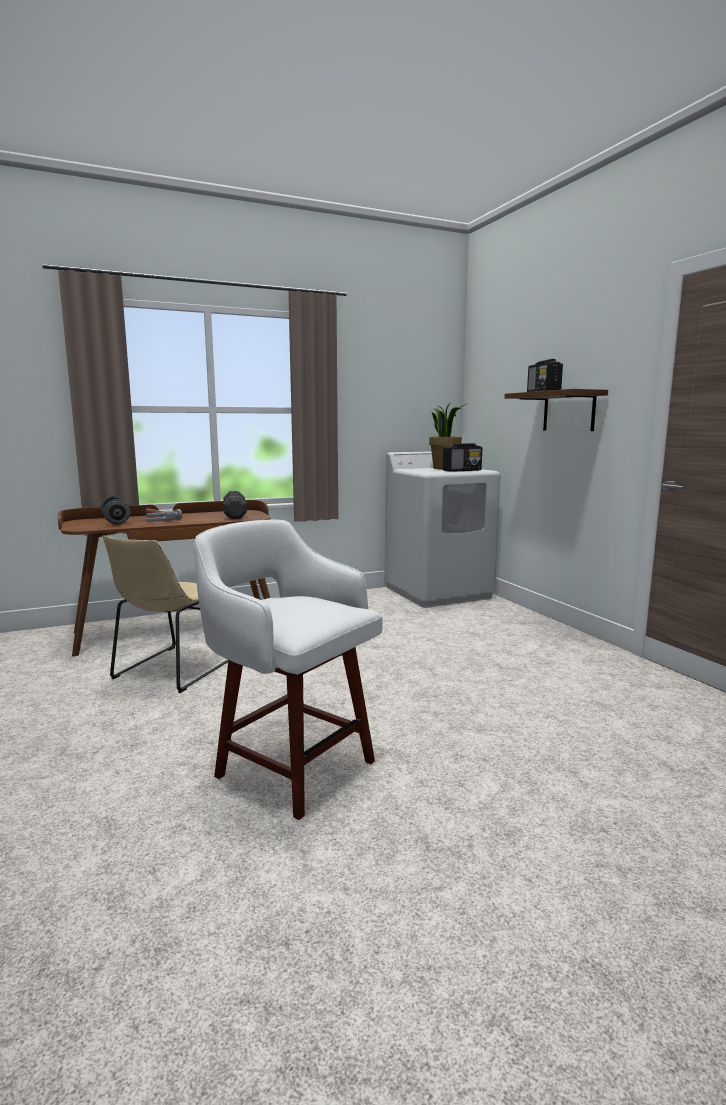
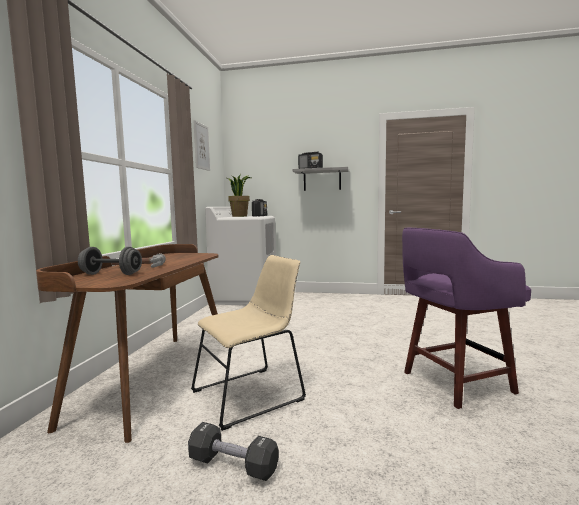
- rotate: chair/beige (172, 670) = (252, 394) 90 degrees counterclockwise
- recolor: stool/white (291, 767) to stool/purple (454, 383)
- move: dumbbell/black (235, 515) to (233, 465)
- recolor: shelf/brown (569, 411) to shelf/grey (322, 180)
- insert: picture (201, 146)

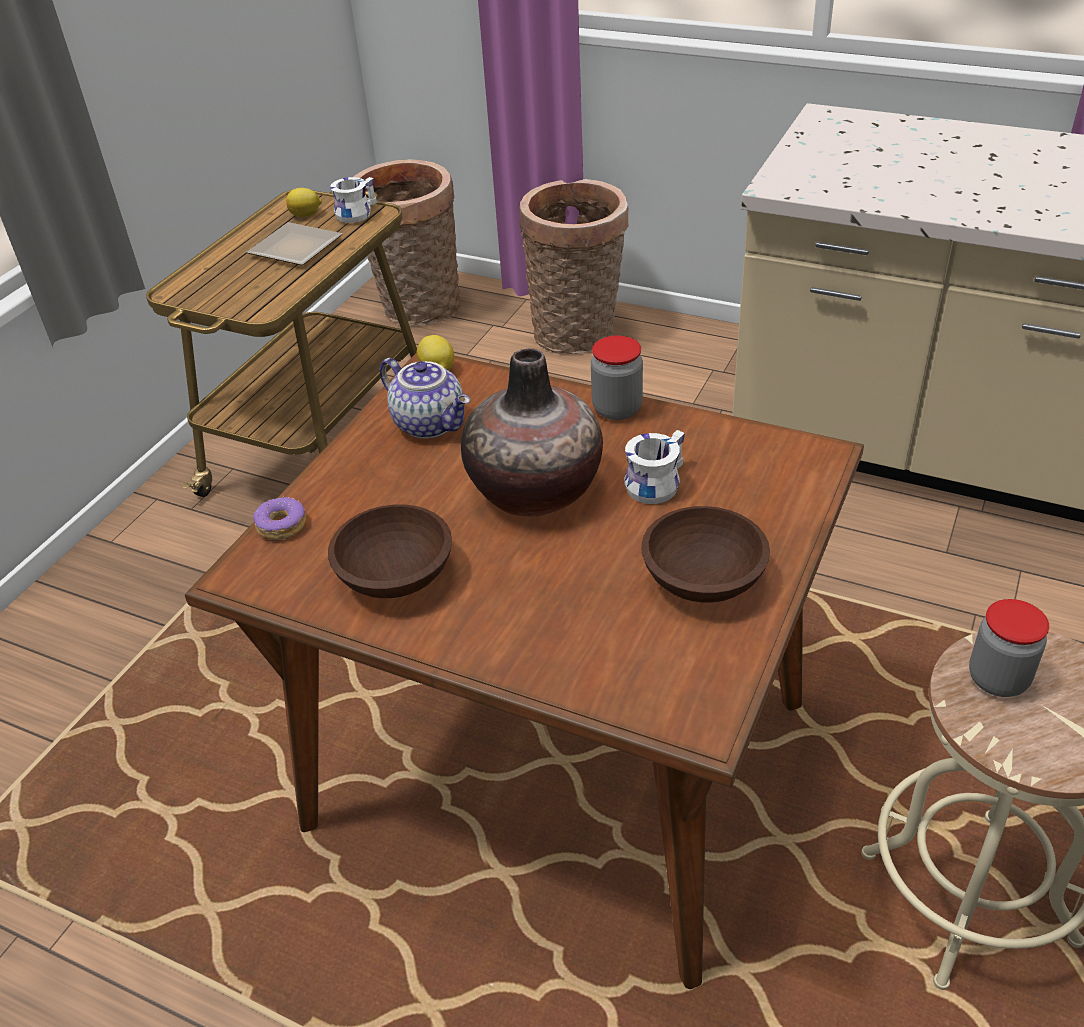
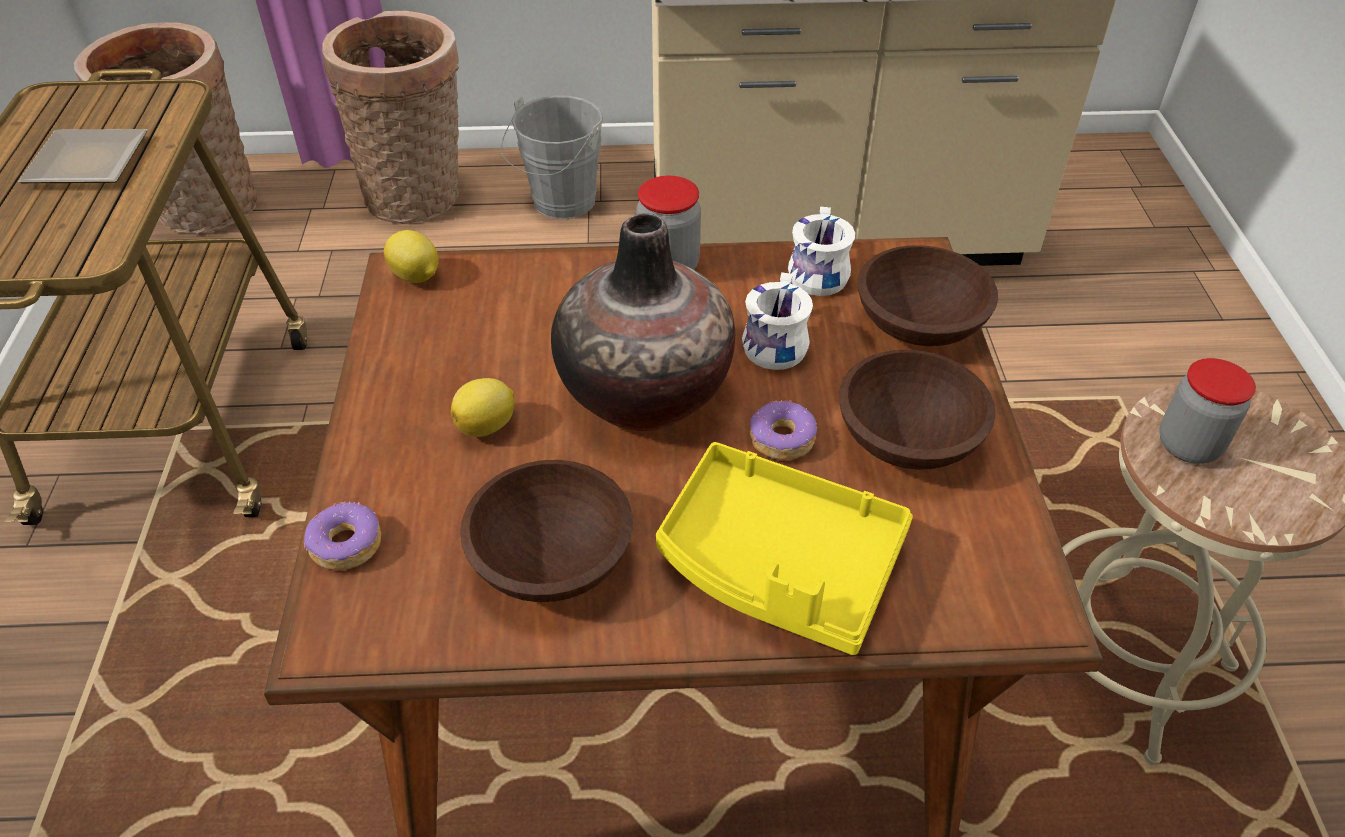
- move: lemon (306, 215) to (488, 426)
- move: mug/white (355, 212) to (814, 271)
- delete: teapot (431, 423)
- insert: bucket/grey (560, 204)
- insert: tray/yellow (778, 564)
- insert: donut (781, 439)
- insert: bowl/brown (921, 325)

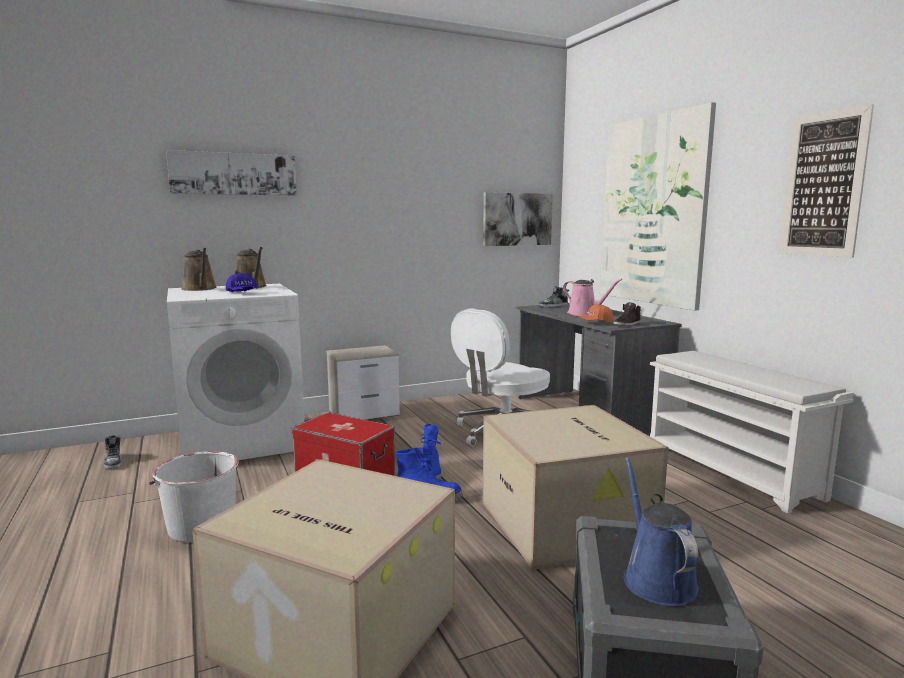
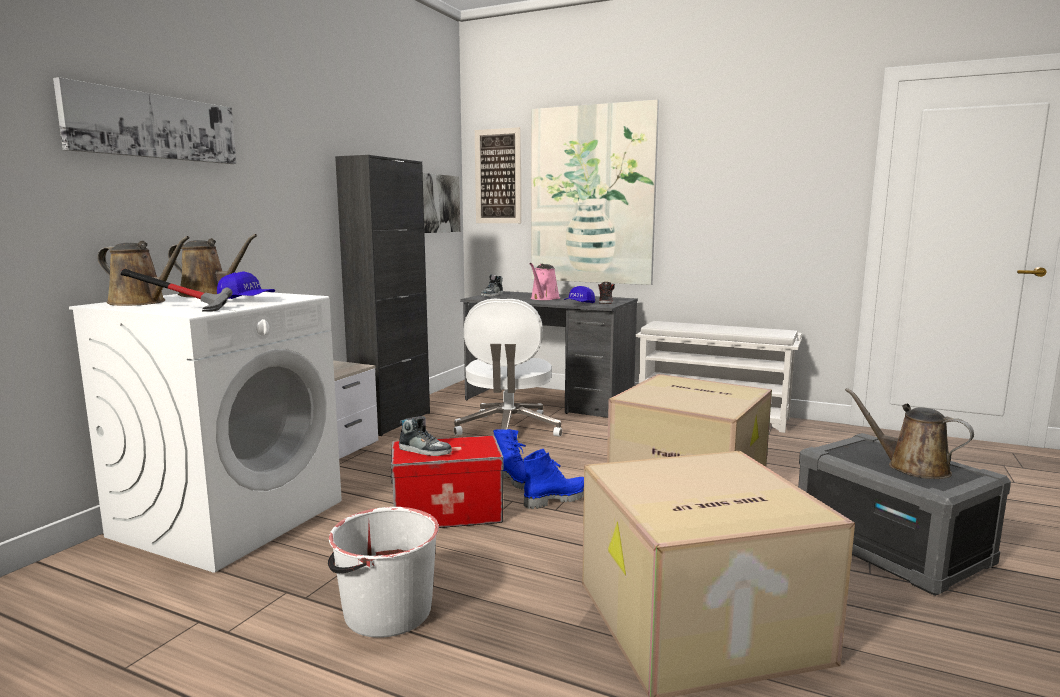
- move: shoe (113, 462) to (424, 451)
- rotate: watering can/pink (585, 314) = (544, 299) 105 degrees clockwise
- recolor: cap/orange (594, 323) to cap/blue (579, 304)
- recolor: watering can/blue (656, 579) to watering can/brown (911, 467)
- move: picture (823, 185) to (498, 176)
- insert: hammer (185, 309)
- insert: cabinet/black (392, 421)

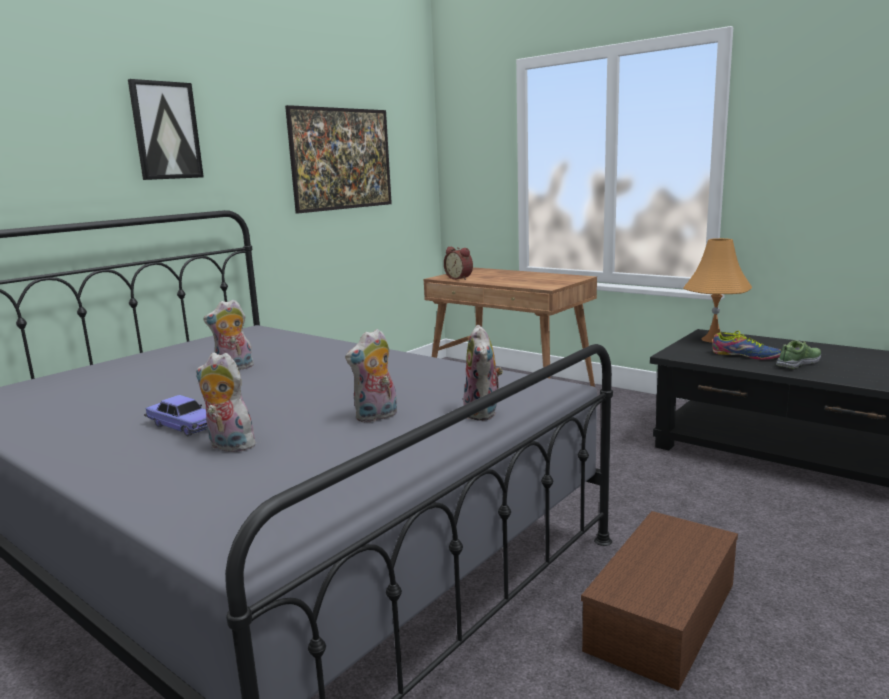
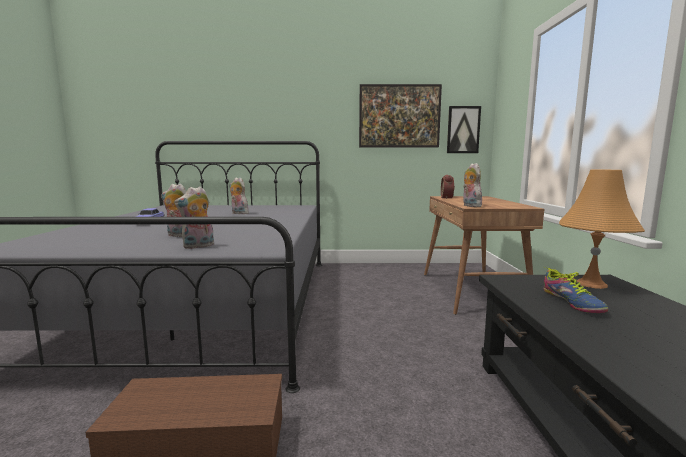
- move: picture (166, 131) to (463, 130)
- move: plush toy (228, 446) to (470, 206)
- delete: shoe (799, 363)

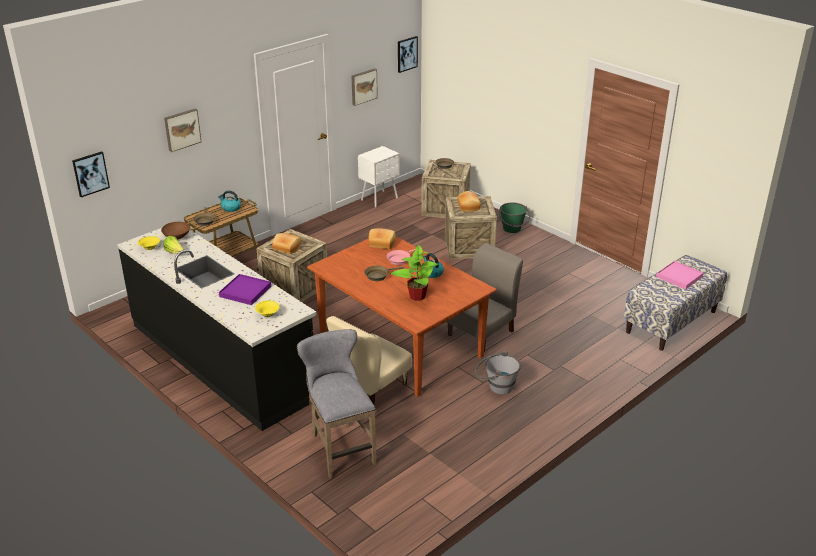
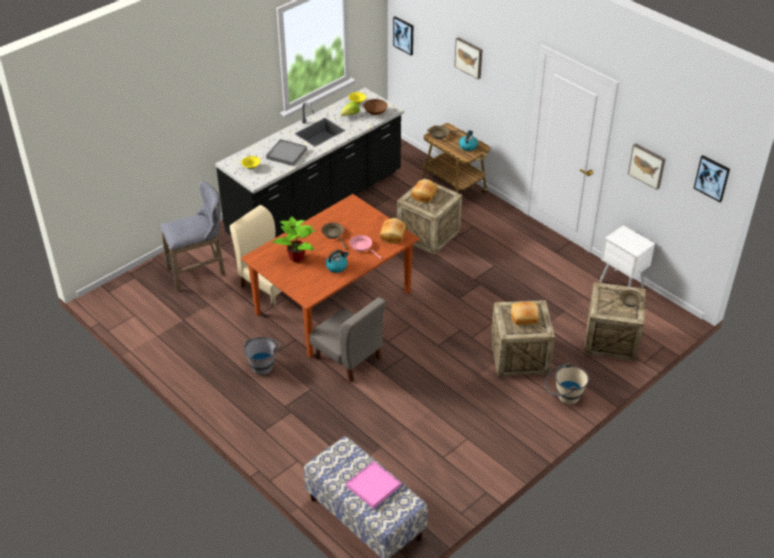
- recolor: tray/purple (245, 291) to tray/grey (286, 154)
- recolor: bucket/green (512, 230) to bucket/beige (564, 396)

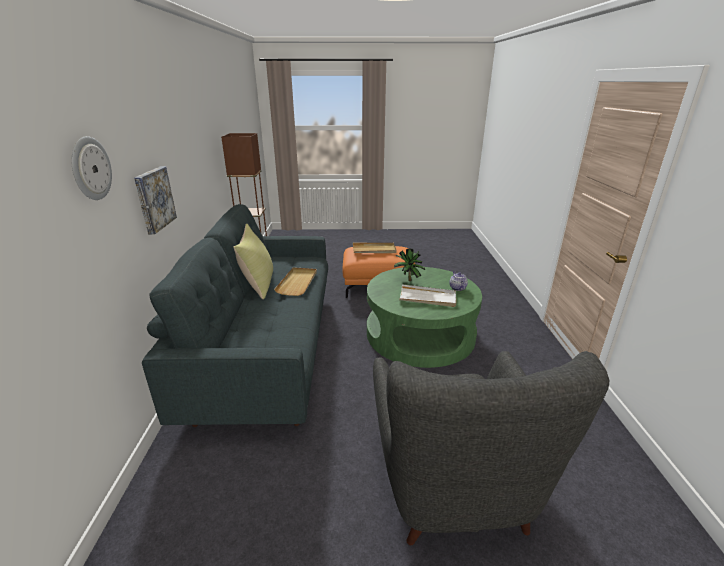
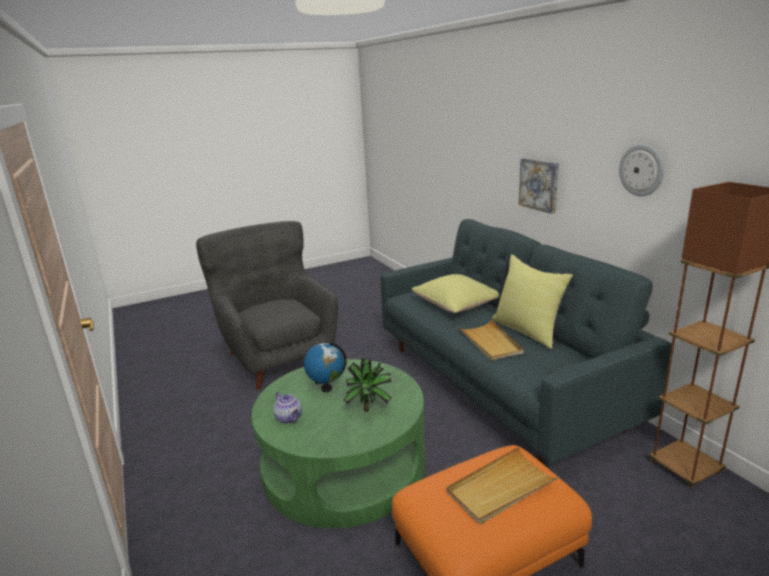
- move: wall clock (90, 168) to (642, 170)
- replace: tray/white (427, 298) to globe (326, 388)
- insert: pillow/yellow (458, 306)

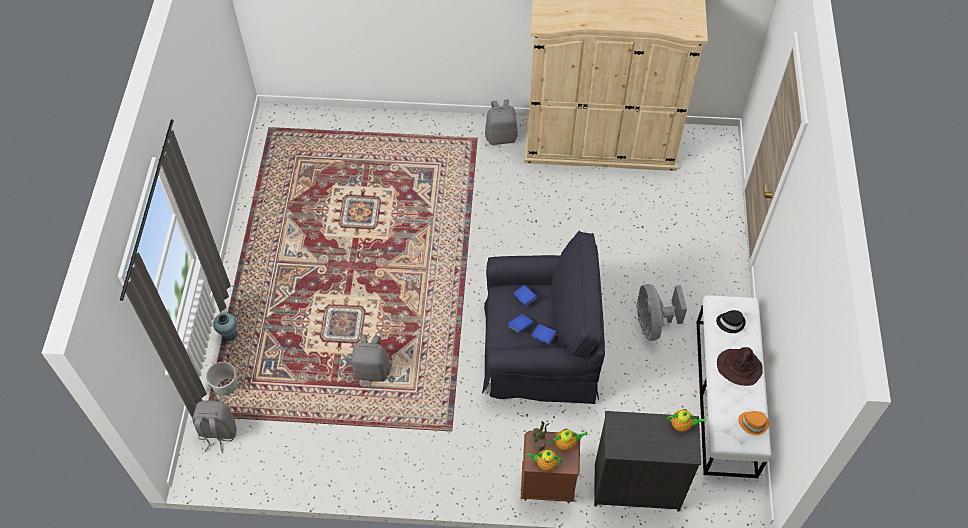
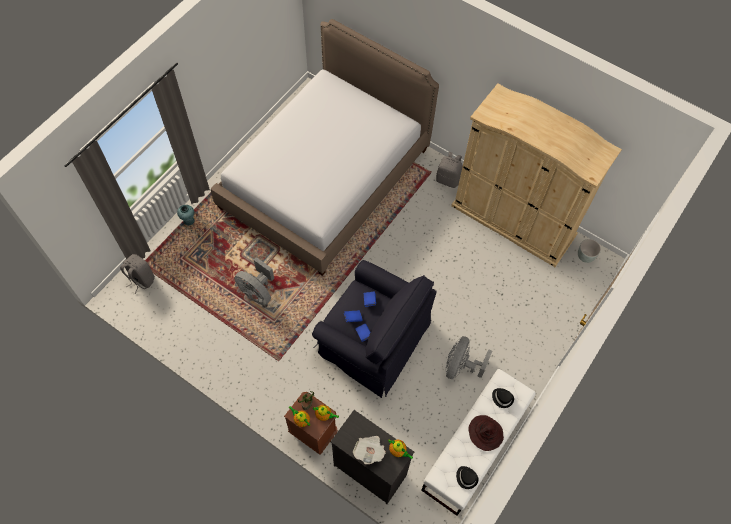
- move: planter/grey (226, 385) to (585, 256)
- replace: backpack/grey (372, 370) to fan/grey (257, 292)
- recolor: hat/orange (753, 423) to hat/black (466, 477)
- insert: bed (325, 178)
- insert: newspaper (369, 451)

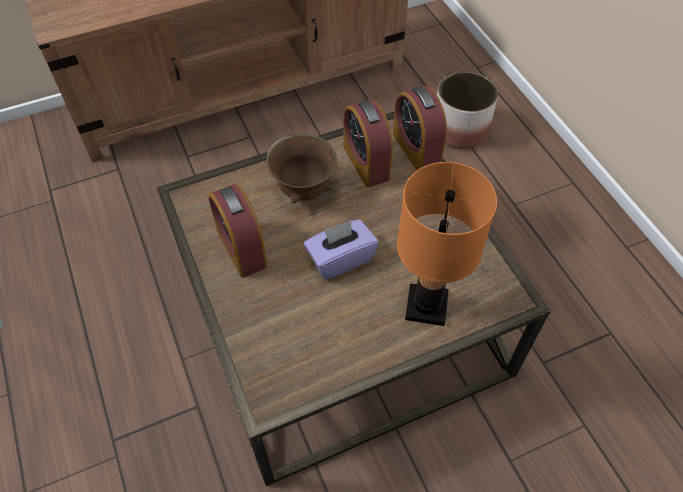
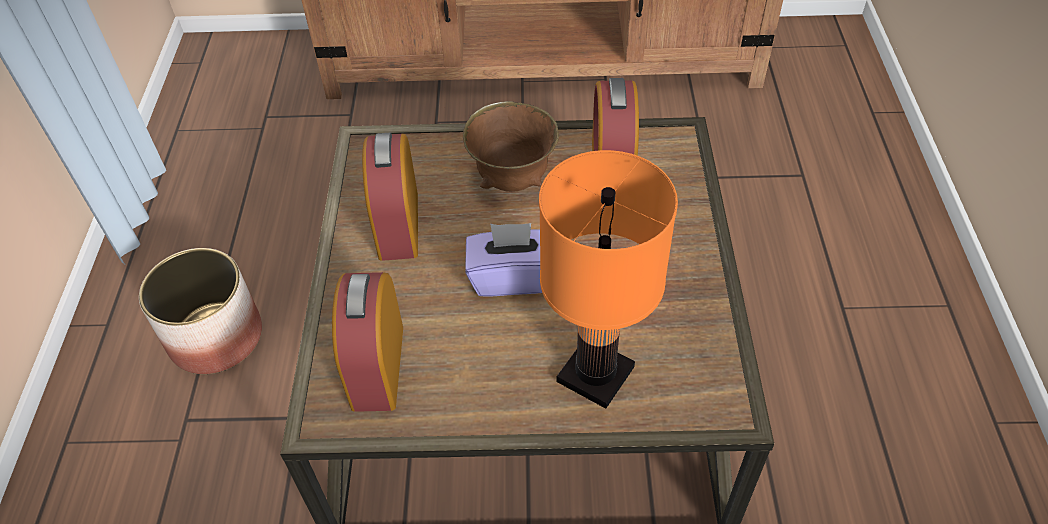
- move: alarm clock (416, 149) to (377, 366)
- move: planter (459, 129) to (217, 336)

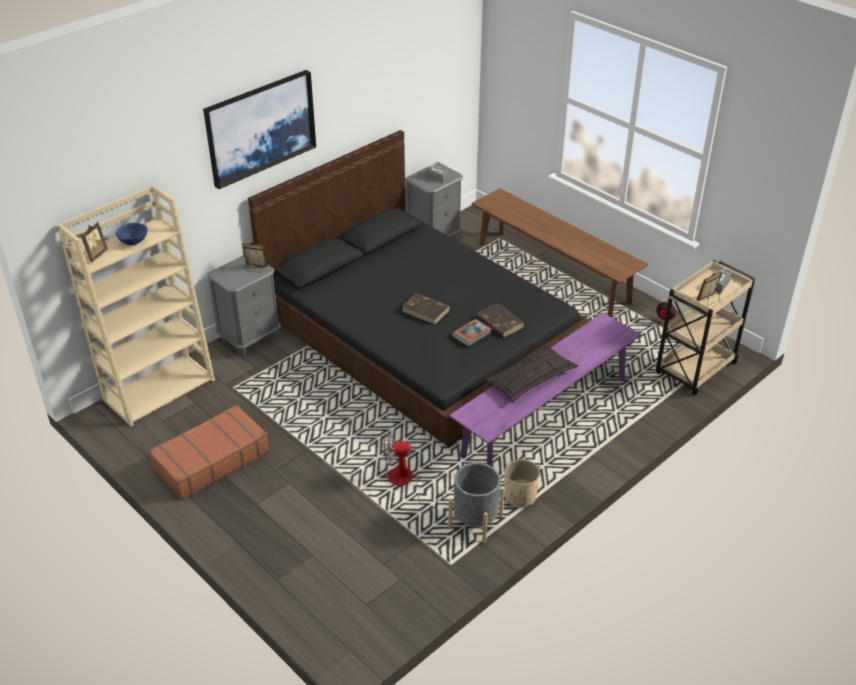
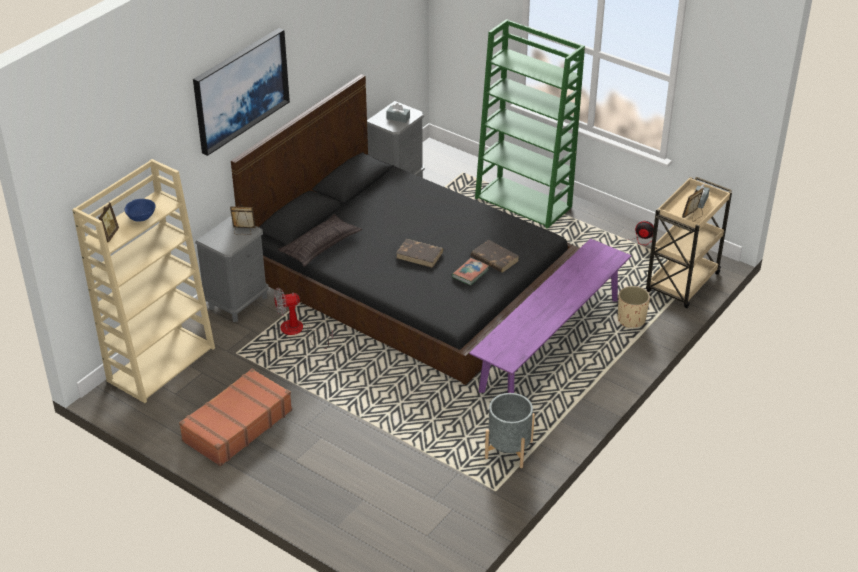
- move: fan (407, 482) to (298, 332)
- replace: bench/brown (552, 272) to bookcase/green (524, 202)
- move: pillow (530, 378) to (320, 245)
- move: planter/beige (520, 496) to (631, 320)

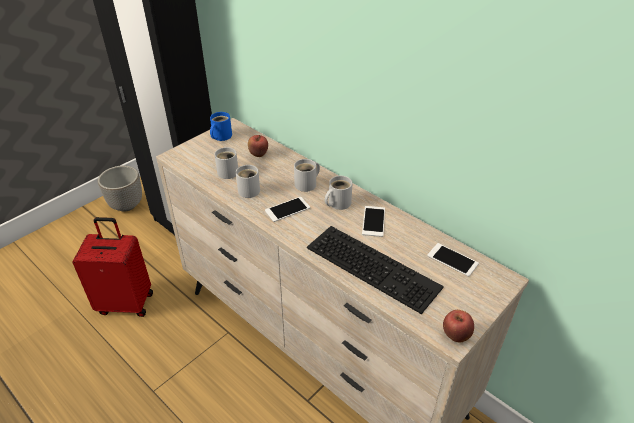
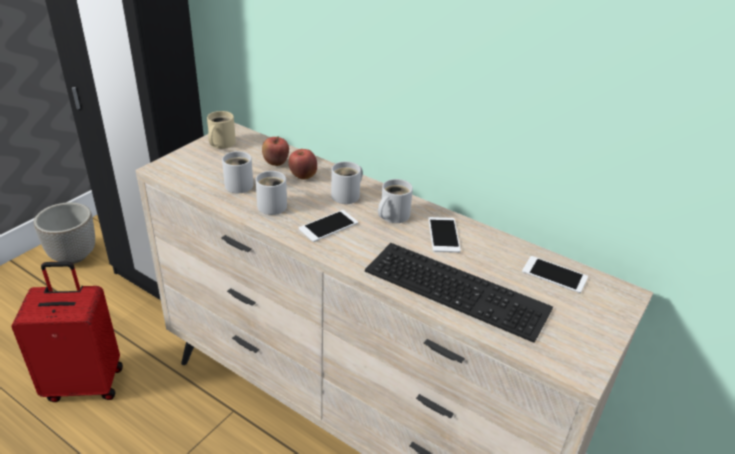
- recolor: mug/blue (220, 136) to mug/beige (220, 143)
- move: apple (455, 335) to (303, 176)

